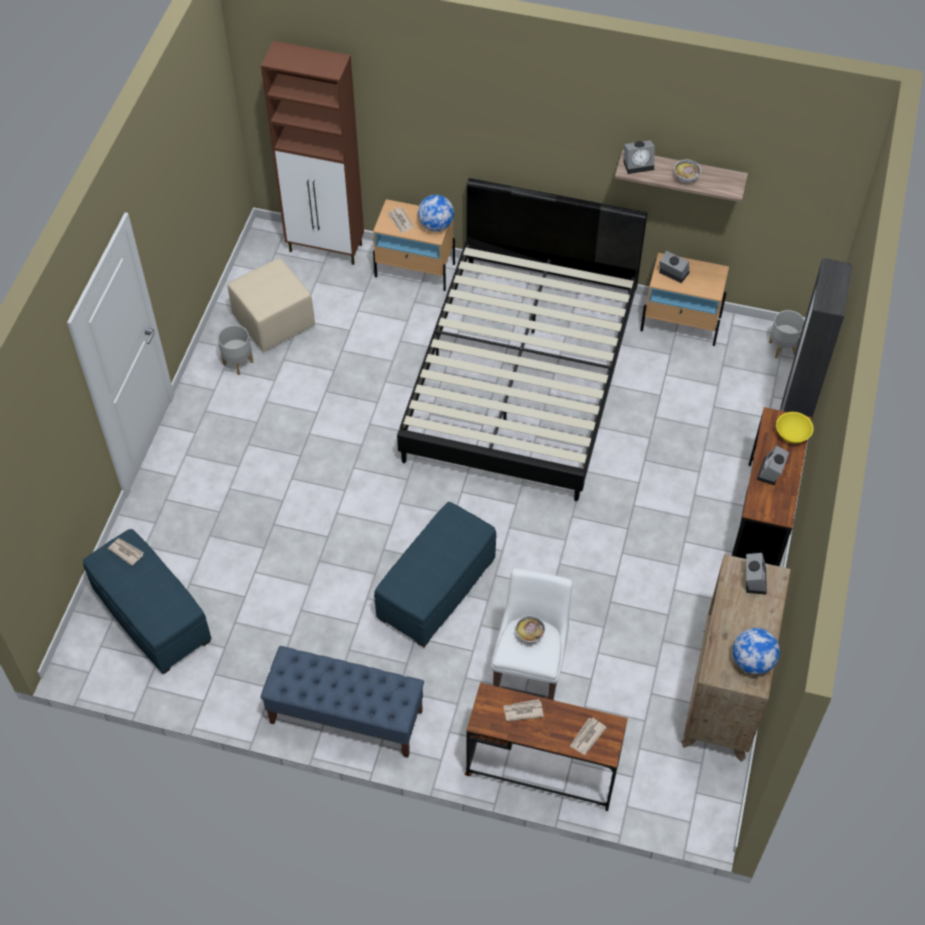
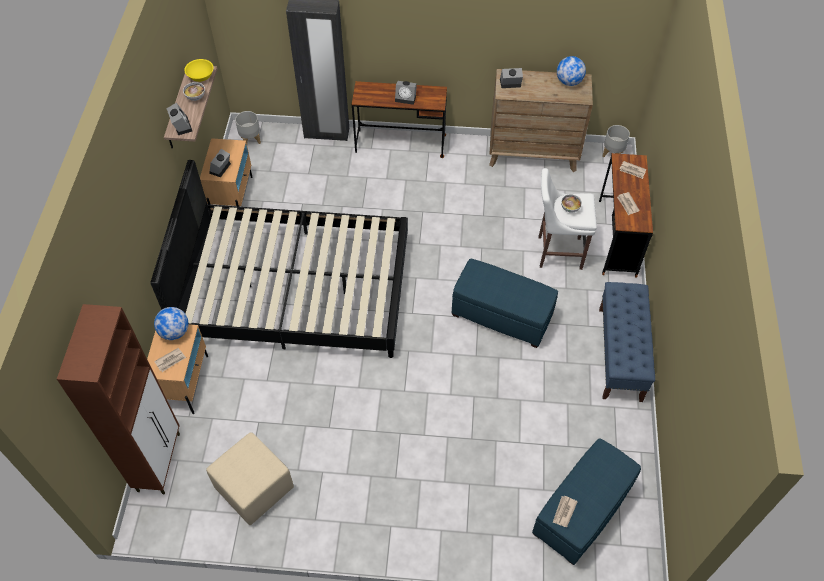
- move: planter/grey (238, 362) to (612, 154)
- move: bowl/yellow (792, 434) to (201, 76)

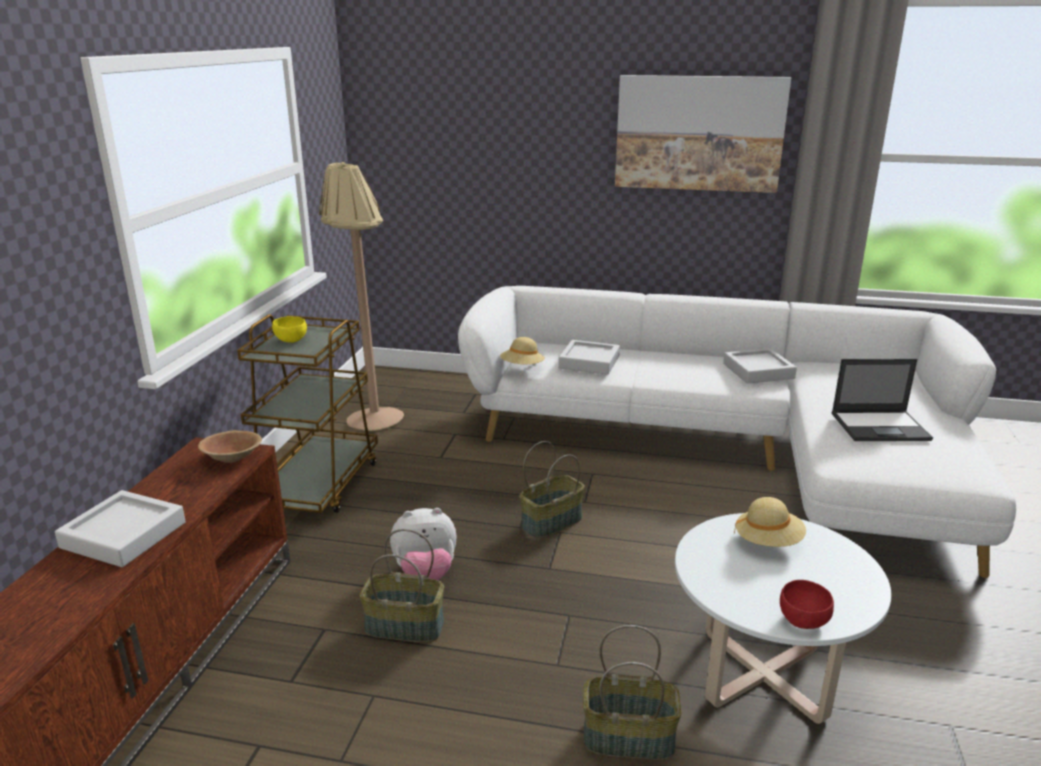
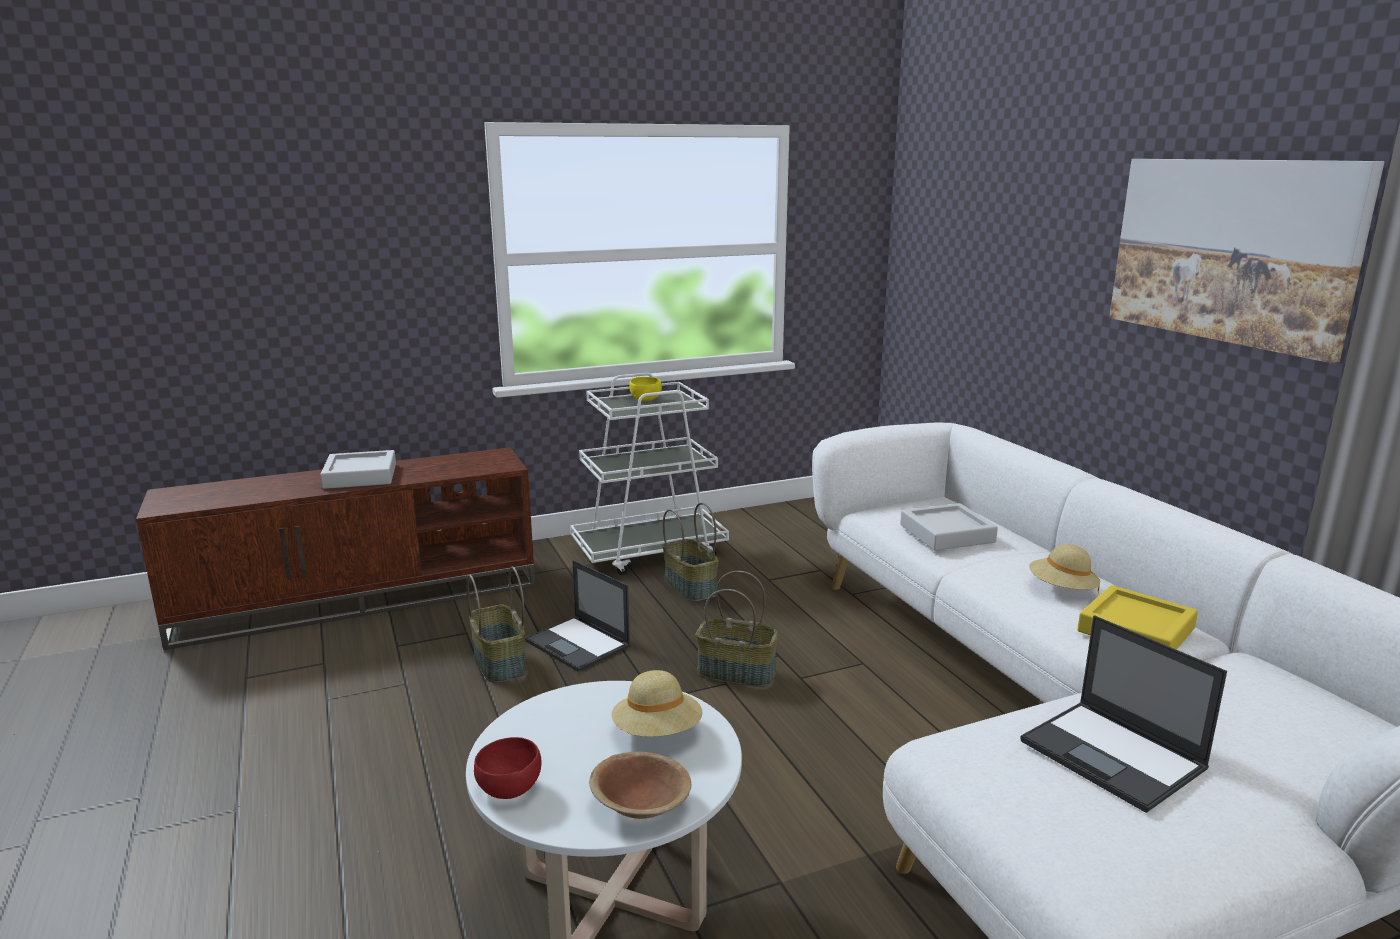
- move: bowl/brown (232, 457) to (641, 806)
- recolor: cart/brown (318, 484) to cart/white (650, 552)
- delete: floor lamp/beige (370, 414)
- replace: plush toy (425, 574) to laptop (579, 644)
- move: hat/beige (522, 367) to (1061, 589)
- move: basket (629, 737) to (691, 587)
- recolor: tray/grey (758, 371) to tray/yellow (1136, 630)

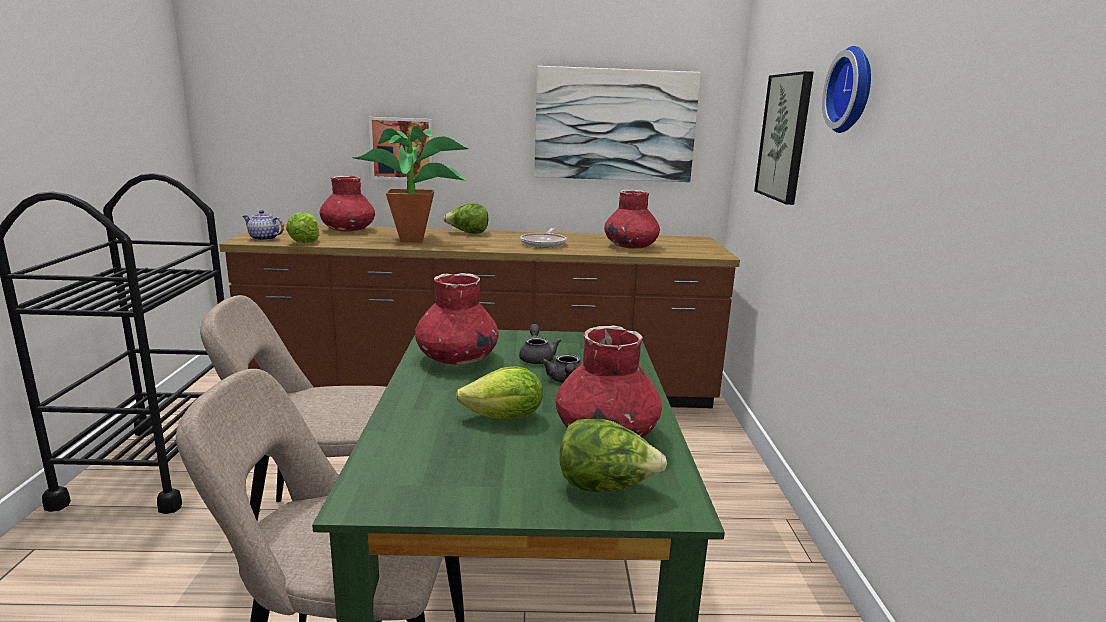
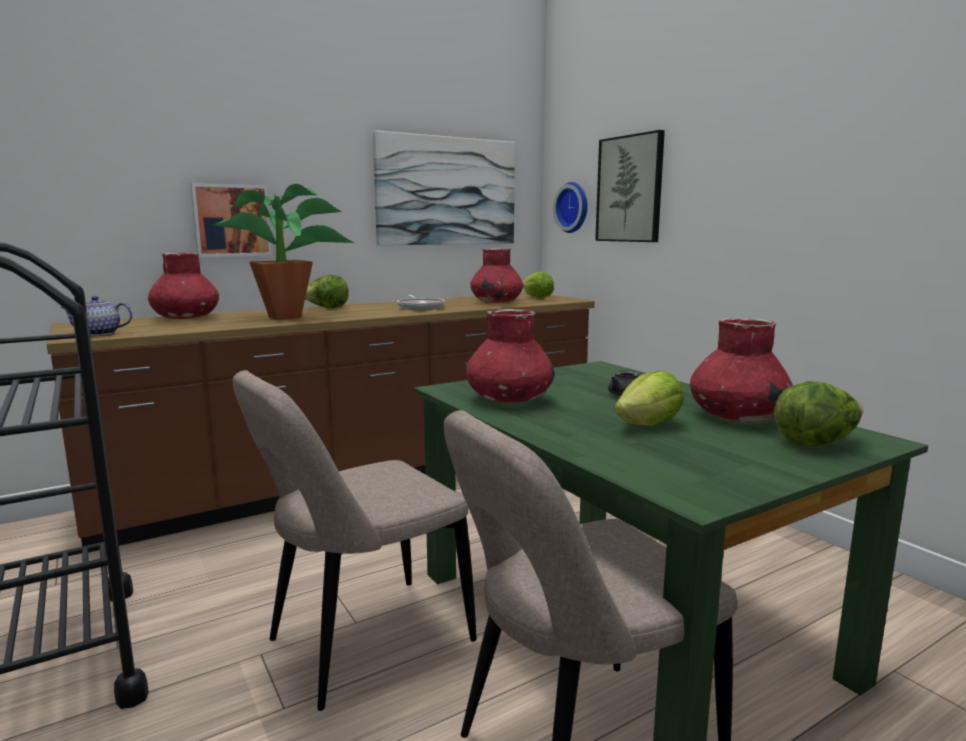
- move: lettuce (304, 242) to (537, 298)
- delete: teapot/grey (537, 357)
- move: wall clock (853, 90) to (574, 207)

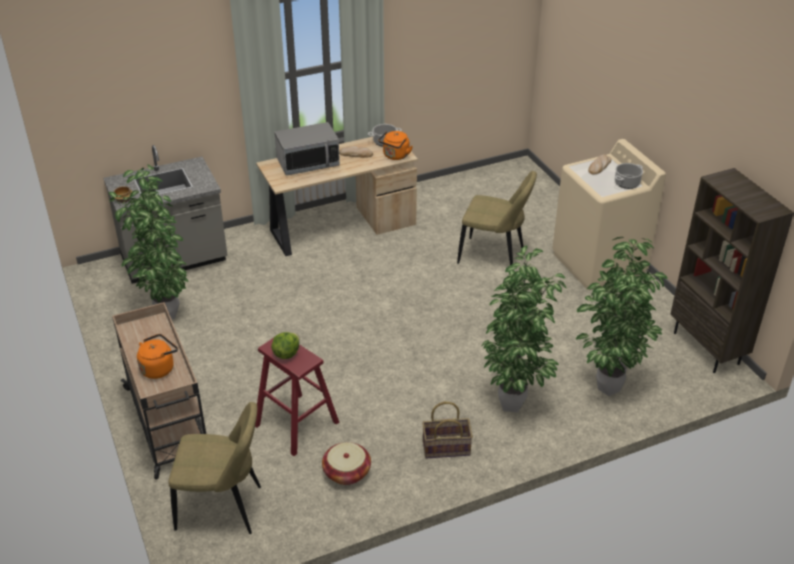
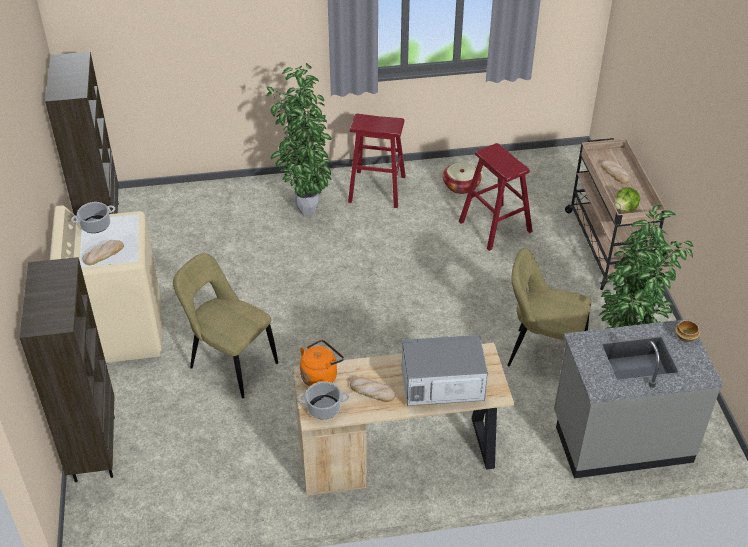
- replace: kettle/orange (159, 368) to bread (615, 173)
- move: chair/beige (223, 508) to (542, 354)
- move: lettuce (286, 353) to (625, 209)
- replace: basket (446, 447) to stool/red (377, 189)
- delete: potted plant (607, 390)
- insert: bookcase/brown (94, 448)

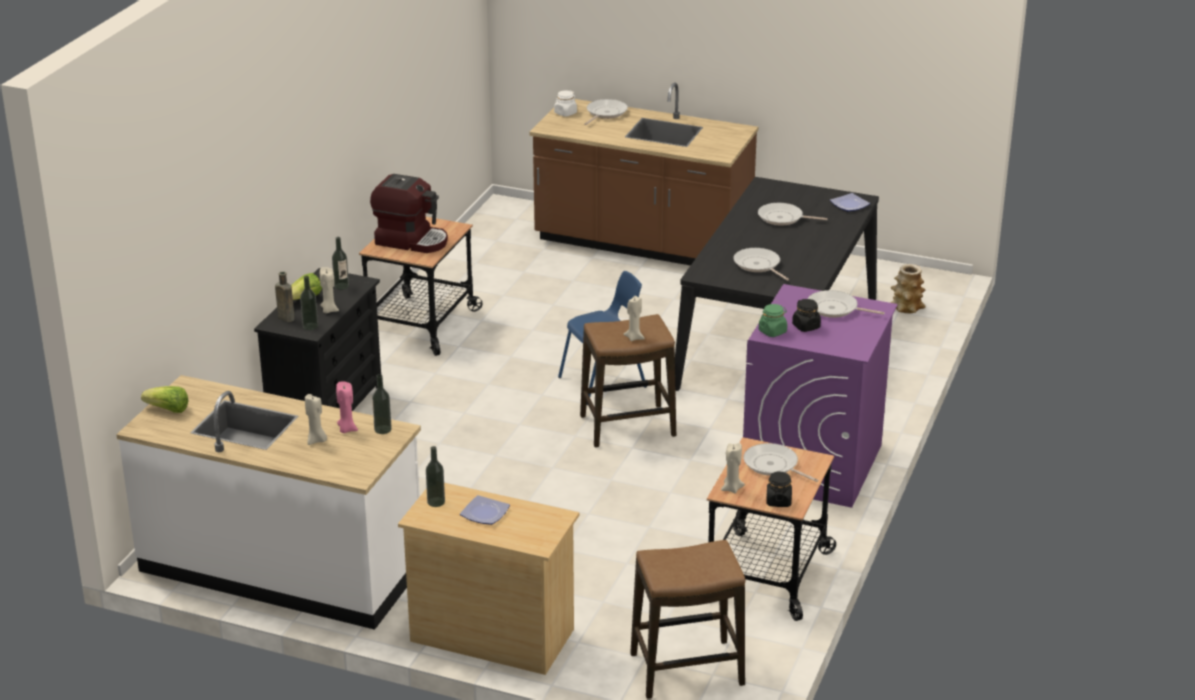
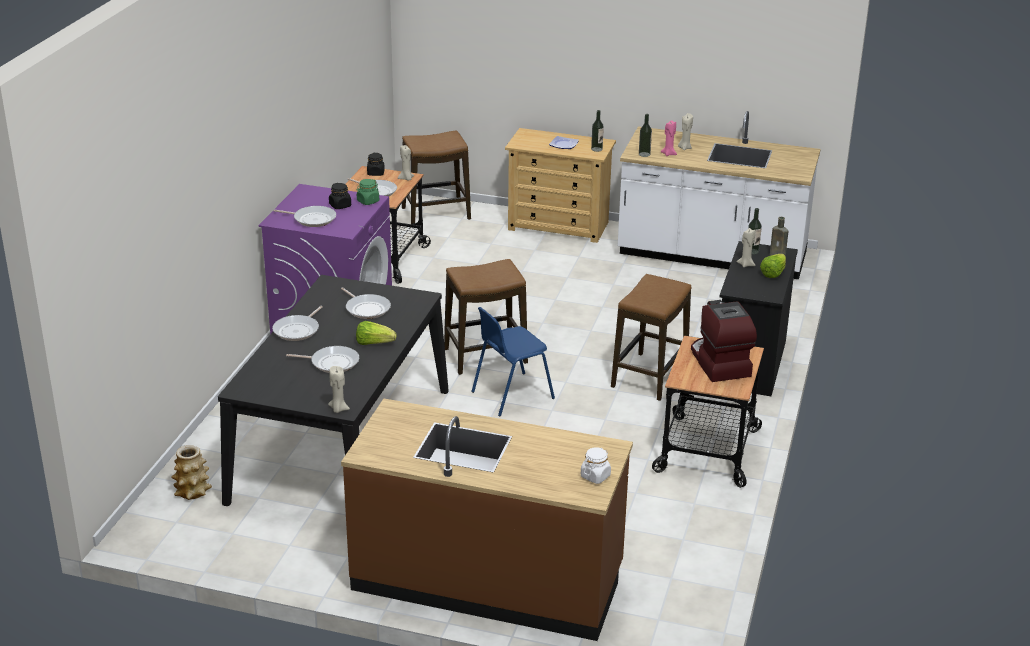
- move: lettuce (168, 410) to (374, 343)
- delete: bottle (341, 286)
- rotate: coffee machine (412, 240) = (718, 363) 60 degrees clockwise
- move: frying pan (605, 113) to (298, 330)
- move: candle/beige (634, 337) to (338, 409)
- delete: plate (848, 205)
- insert: stool (649, 377)

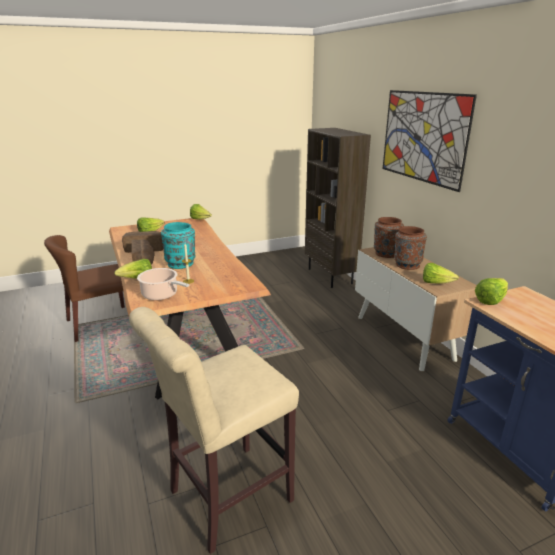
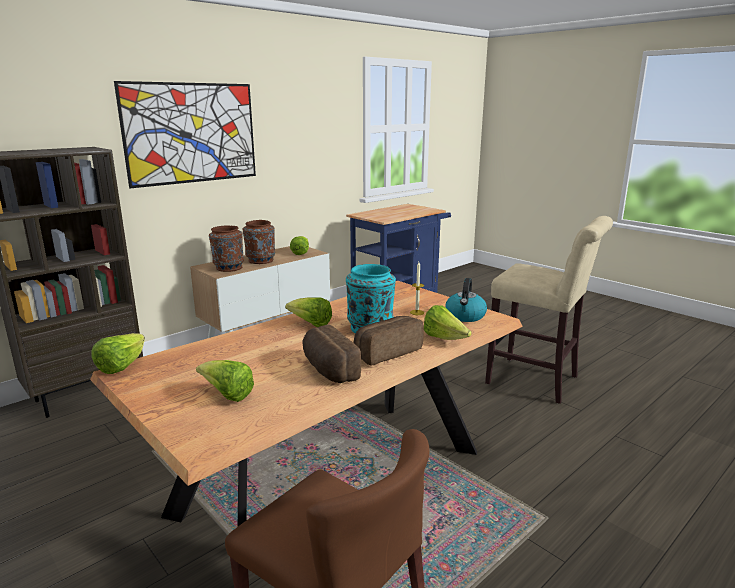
- replace: cooking pot (161, 295) to kettle (465, 316)
- move: lettuce (490, 300) to (311, 324)

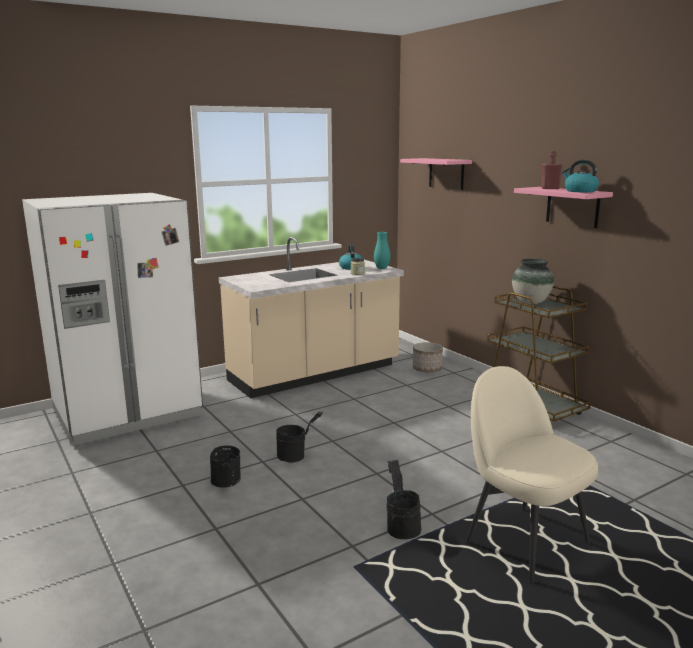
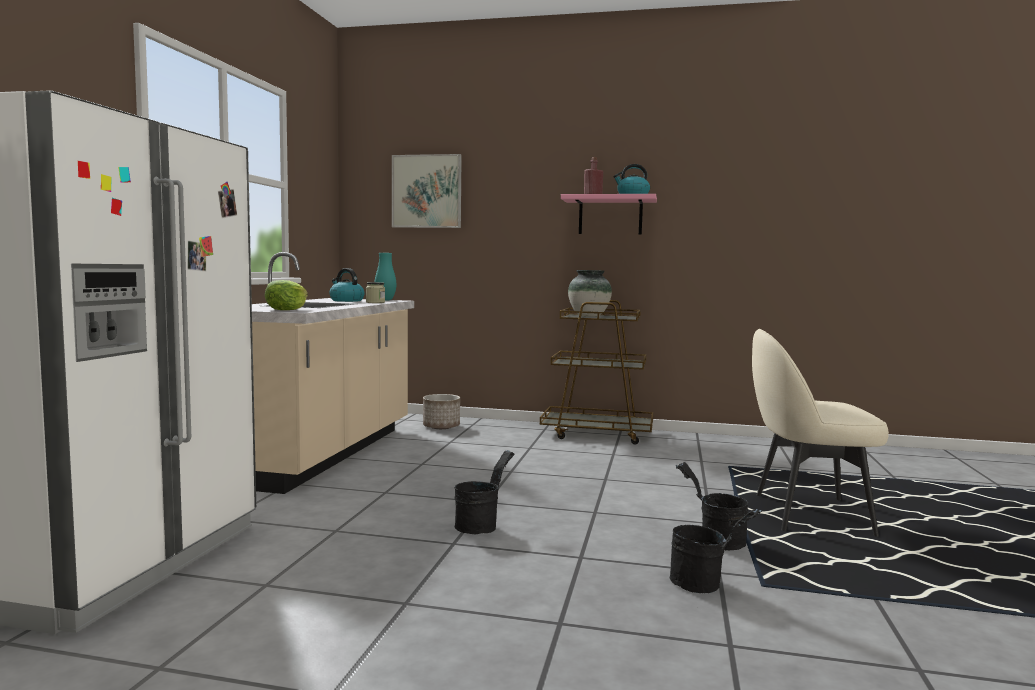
- move: bucket/black (226, 483) to (705, 584)
- replace: shelf/pink (446, 173) to picture (426, 191)
- insert: lettuce (287, 309)

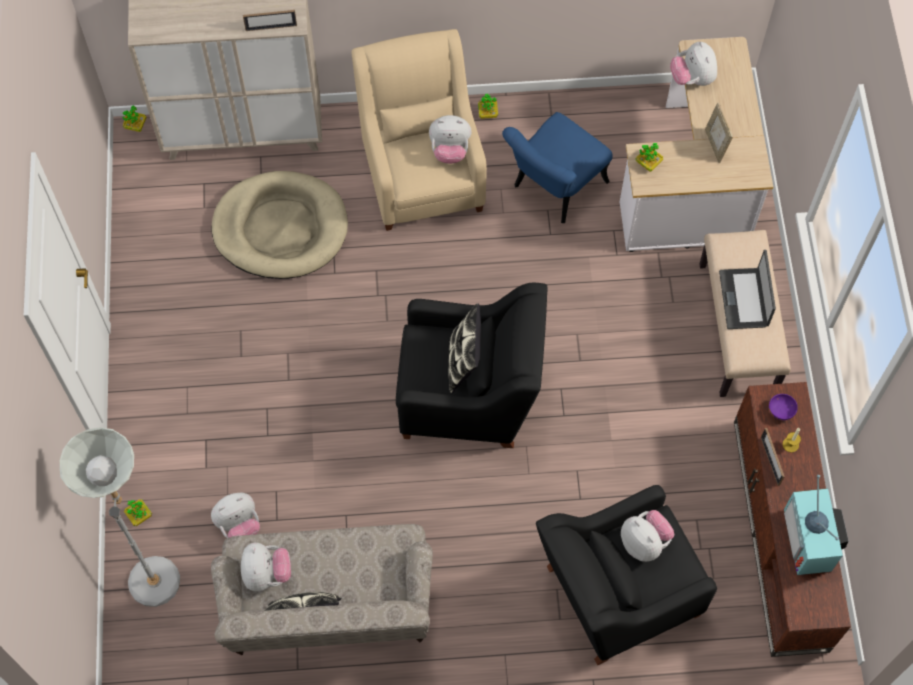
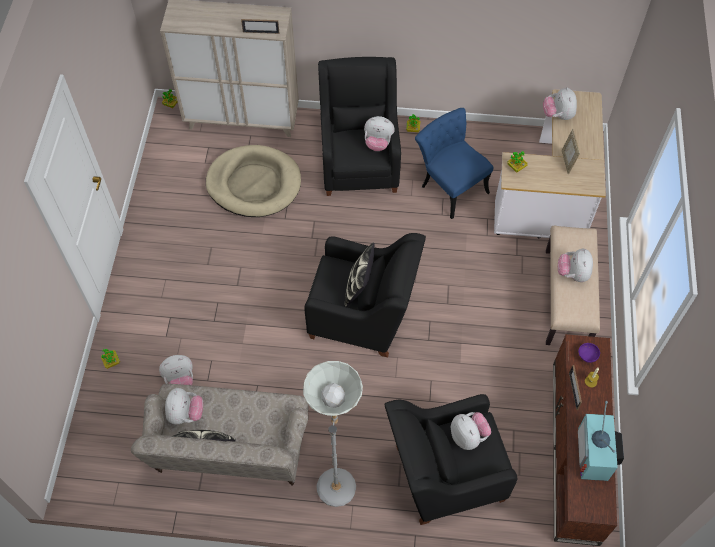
- move: floor lamp/grey (154, 570) to (337, 479)
- recolor: armchair/beige (422, 172) to armchair/black (359, 161)
- rotate: chair/blue (553, 190) = (449, 185) 90 degrees clockwise
- replace: laptop (744, 299) to plush toy (573, 274)

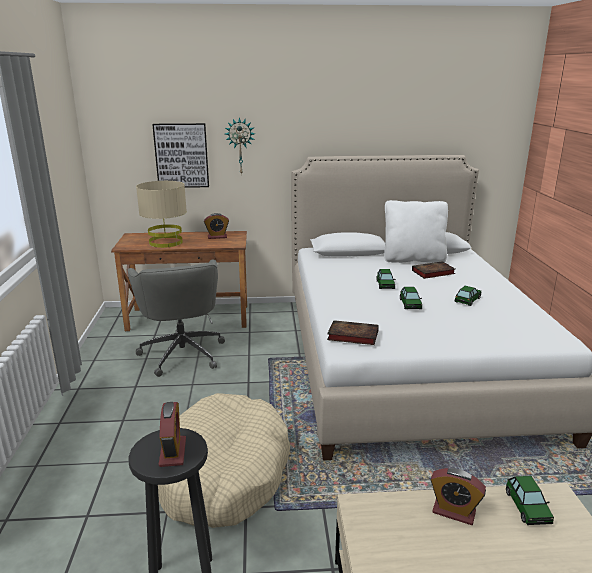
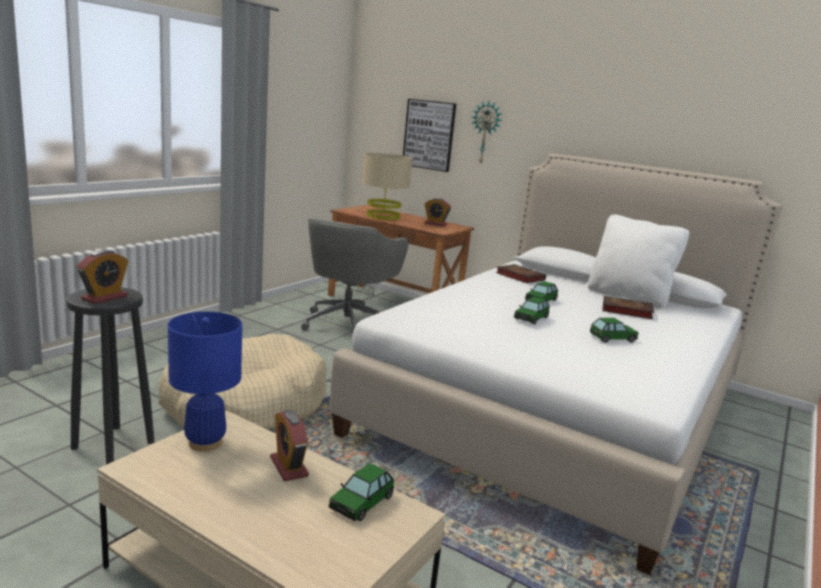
- move: book (351, 335) to (518, 276)
- insert: table lamp/blue (205, 442)

